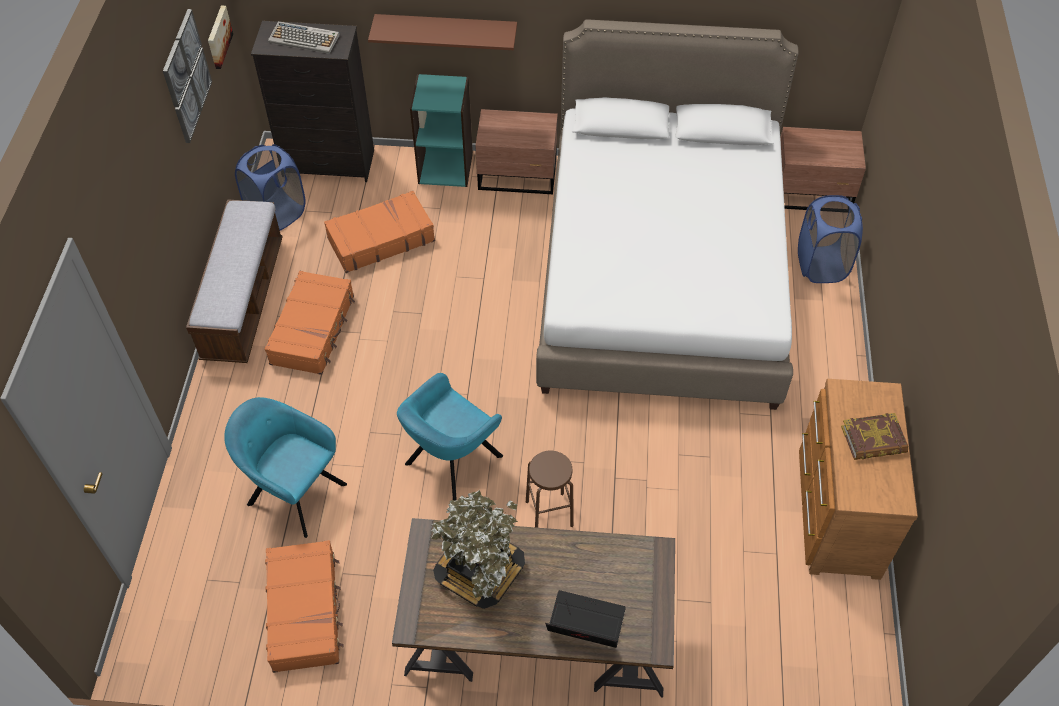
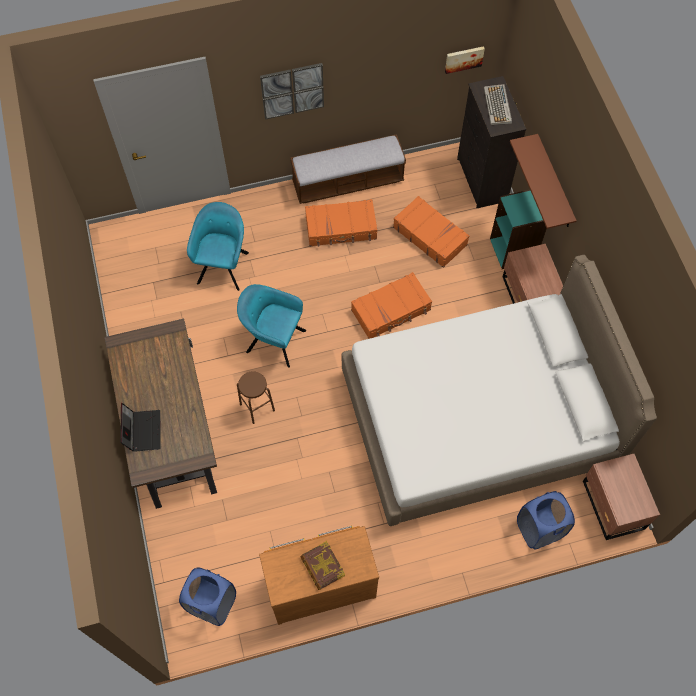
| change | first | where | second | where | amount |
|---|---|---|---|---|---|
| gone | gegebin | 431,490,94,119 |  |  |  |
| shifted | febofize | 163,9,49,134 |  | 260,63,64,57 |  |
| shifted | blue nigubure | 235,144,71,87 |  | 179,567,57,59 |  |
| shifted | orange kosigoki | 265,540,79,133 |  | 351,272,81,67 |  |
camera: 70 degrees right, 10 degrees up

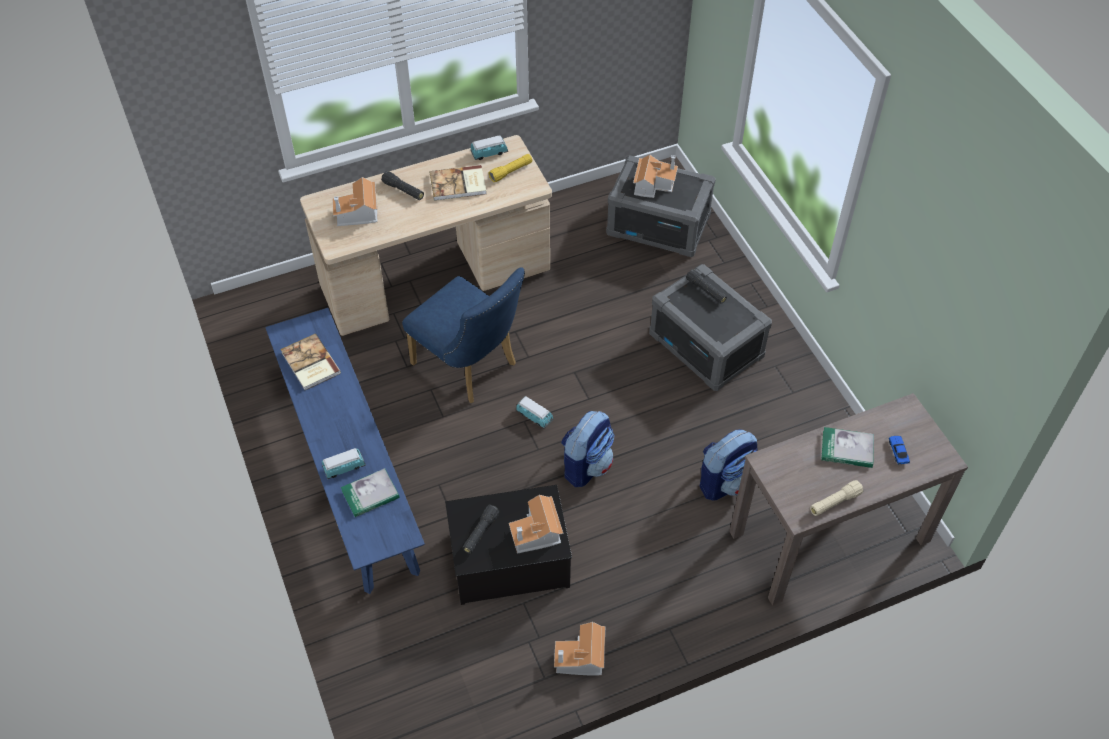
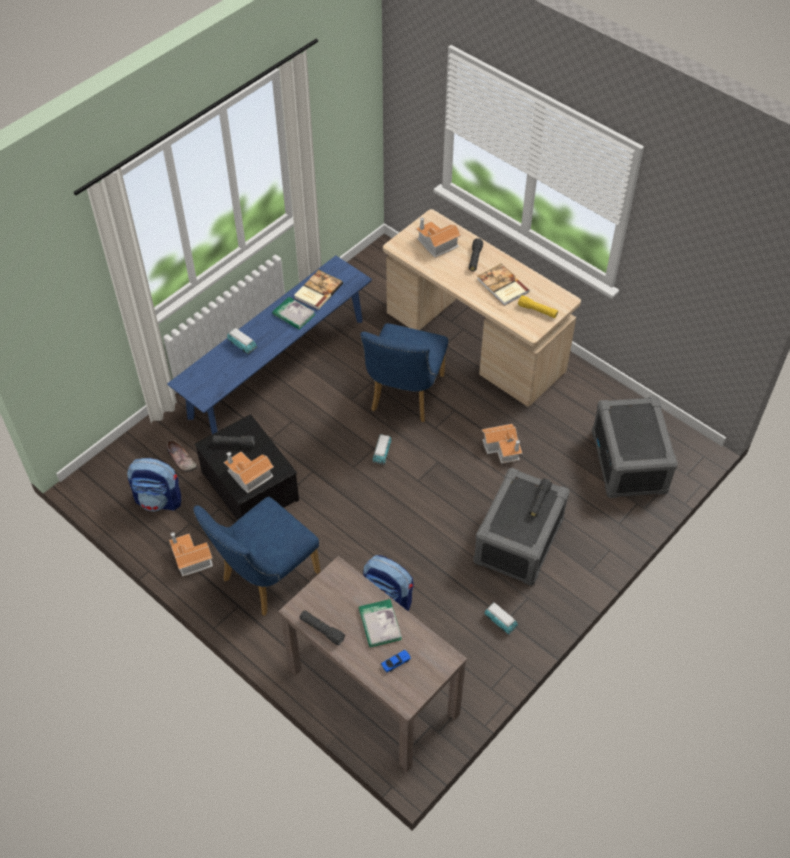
| change | first | where | second | where | amount |
|---|---|---|---|---|---|
| new |  |  | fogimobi | 167,440,31,32 |  |
| new |  |  | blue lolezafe | 193,497,127,119 |  |
| shifted | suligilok | 341,468,59,49 |  | 272,297,43,33 |  |
| shifted | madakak | 471,135,37,25 |  | 484,602,34,33 |  |
| shifted | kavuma | 561,411,53,76 |  | 127,458,54,53 |  |
| shifted | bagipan | 633,155,45,43 |  | 482,424,40,40 |  |
| repainted | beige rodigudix | 810,480,54,36 | black rodigudix | 300,611,45,34 |  |
camera: 65 degrees right, 0 degrees up

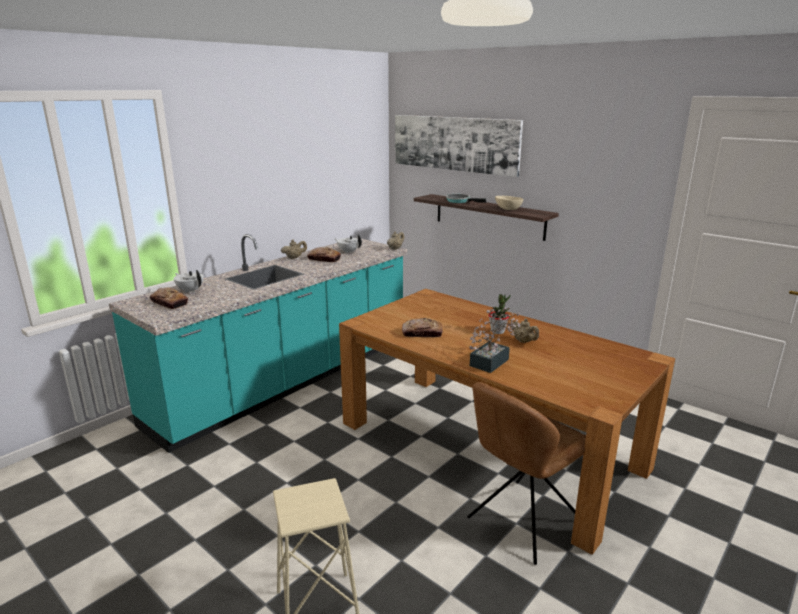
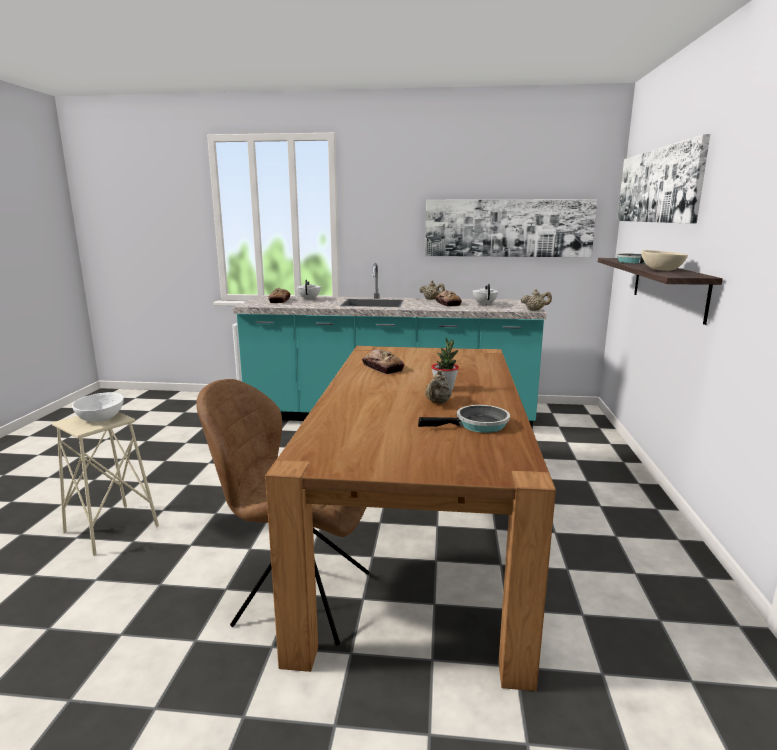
| change | first | where | second | where | amount |
|---|---|---|---|---|---|
| gone | gegebin | 470,307,50,66 |  |  |  |
| new |  |  | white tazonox | 72,392,52,30 |  |
| new |  |  | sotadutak | 418,405,92,28 |  |
| new |  |  | febofize | 425,199,172,58 |  |
camera: 55 degrees right, 5 degrees down

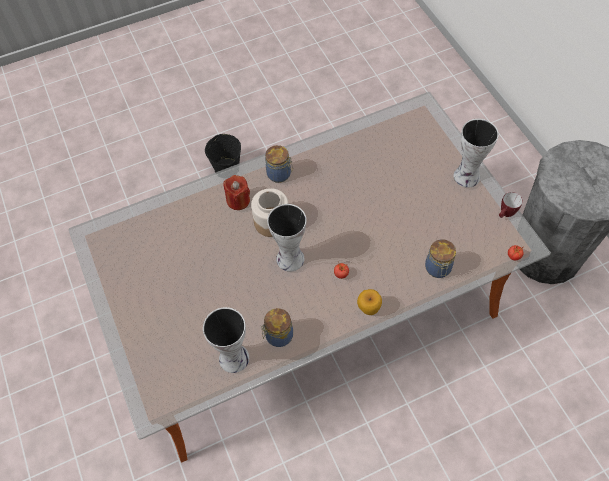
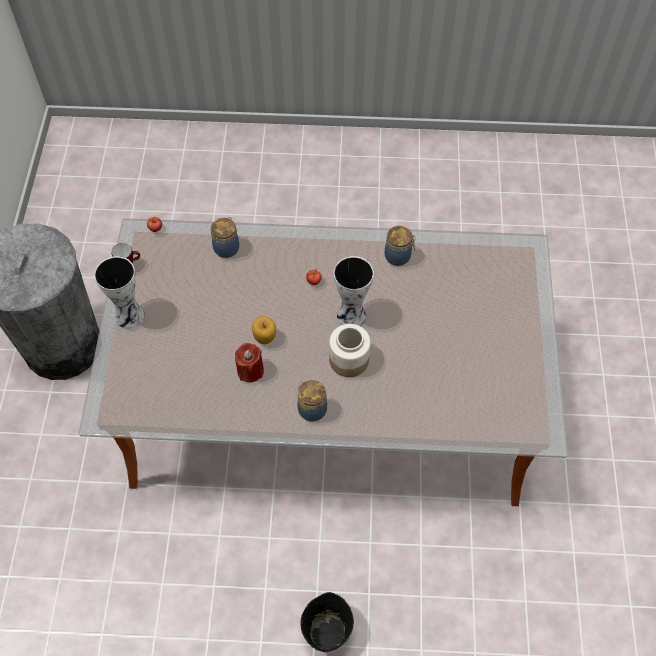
| change | first | where | second | where | amount |
|---|---|---|---|---|---|
| gone | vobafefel | 203,307,46,66 |  |  |  |
| shifted | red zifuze | 223,175,27,35 |  | 235,343,29,39 |  |
| shifted | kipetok | 357,289,25,26 |  | 252,316,24,28 |  |
camera: 155 degrees left, 0 degrees up

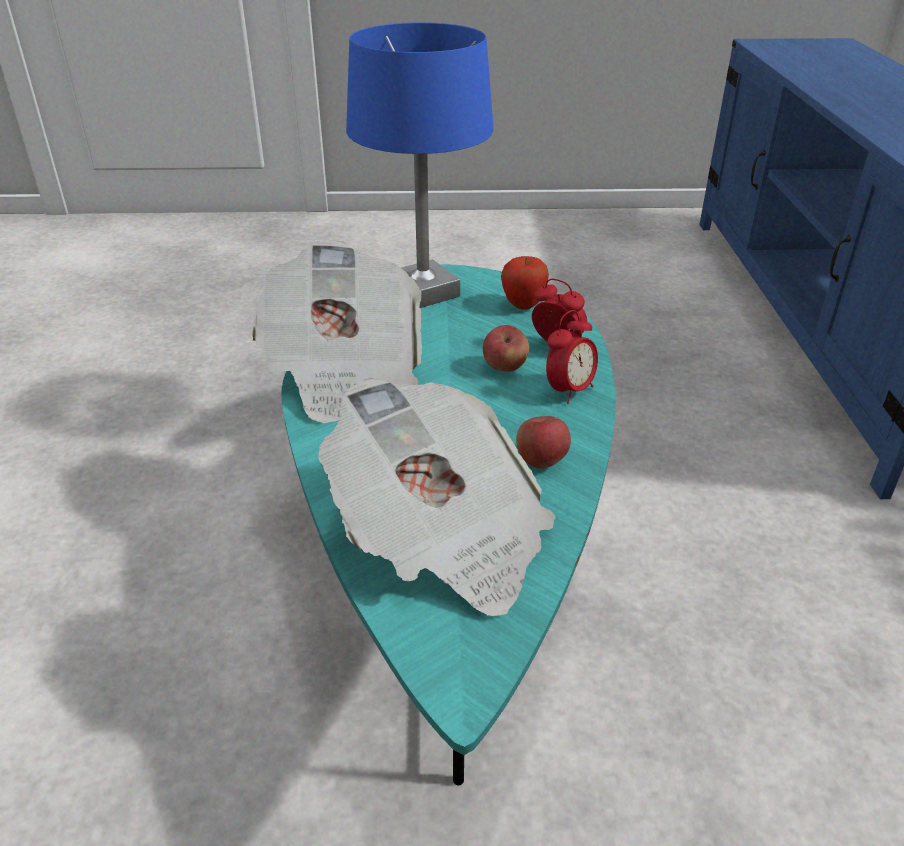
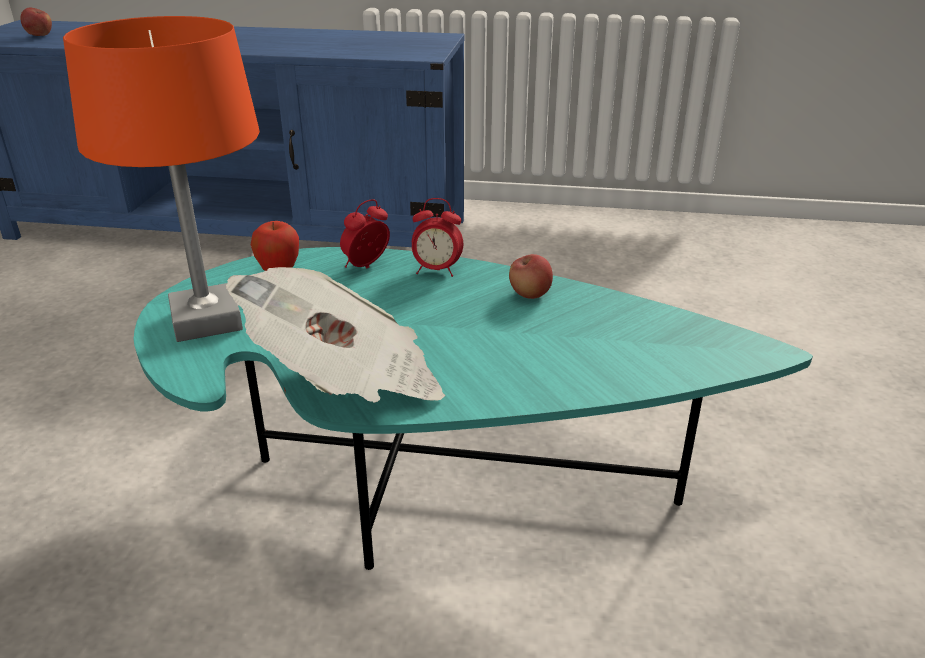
| change | first | where | second | where | amount |
|---|---|---|---|---|---|
| gone | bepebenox | 318,378,238,238 |  |  |  |
| shifted | kipetok | 483,325,46,47 |  | 21,8,31,28 |  |
| repainted | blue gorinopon | 346,22,148,286 | orange gorinopon | 63,16,197,326 |  |
| rotated | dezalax | 546,310,52,94 |  | 412,198,51,79 | 135 degrees clockwise |
camera: 80 degrees left, 5 degrees down

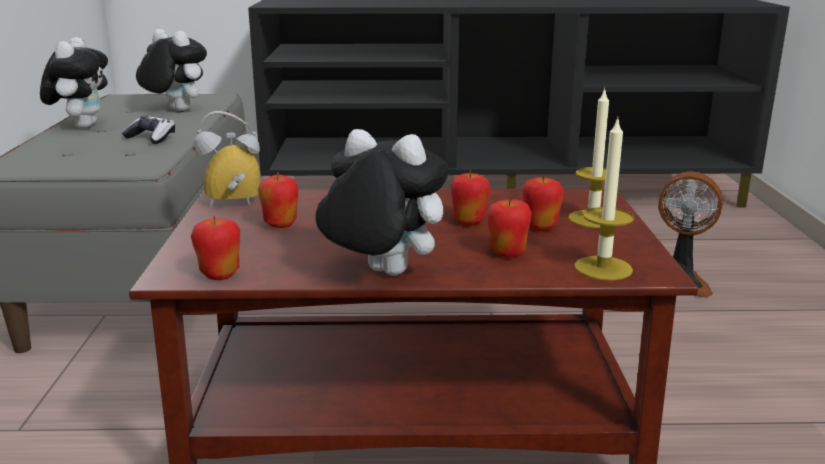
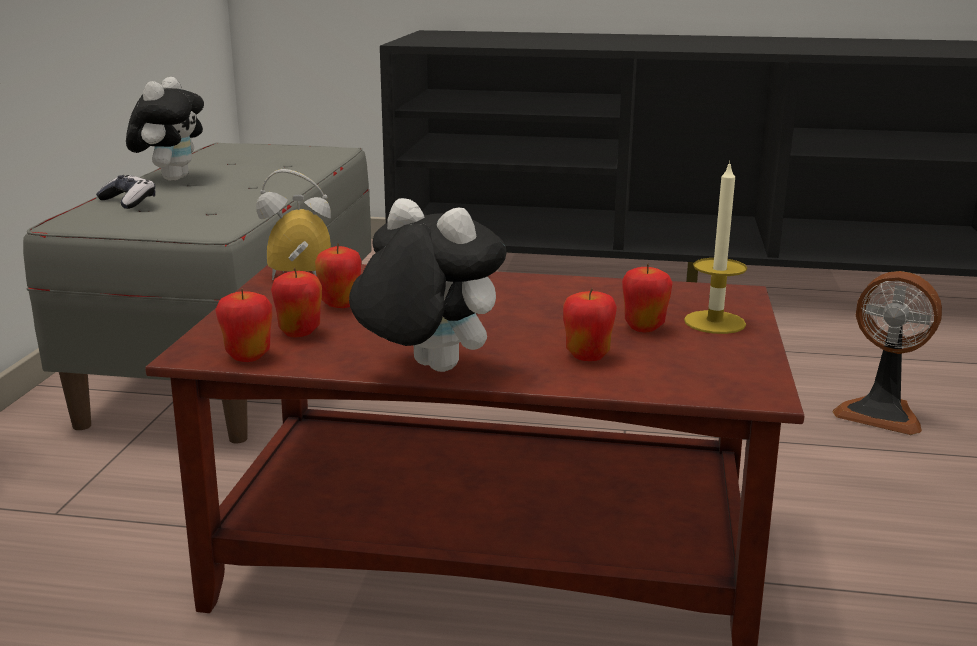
| change | first | where | second | where | amount |
|---|---|---|---|---|---|
| gone | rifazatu | 136,29,71,82 |  |  |  |
| gone | zifuze | 574,116,60,164 |  |  |  |
| shifted | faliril | 122,116,53,28 |  | 96,175,60,34 |  |
| shifted | kipetok | 450,170,40,56 |  | 271,268,51,69 |  |
camera: 10 degrees right, 0 degrees up

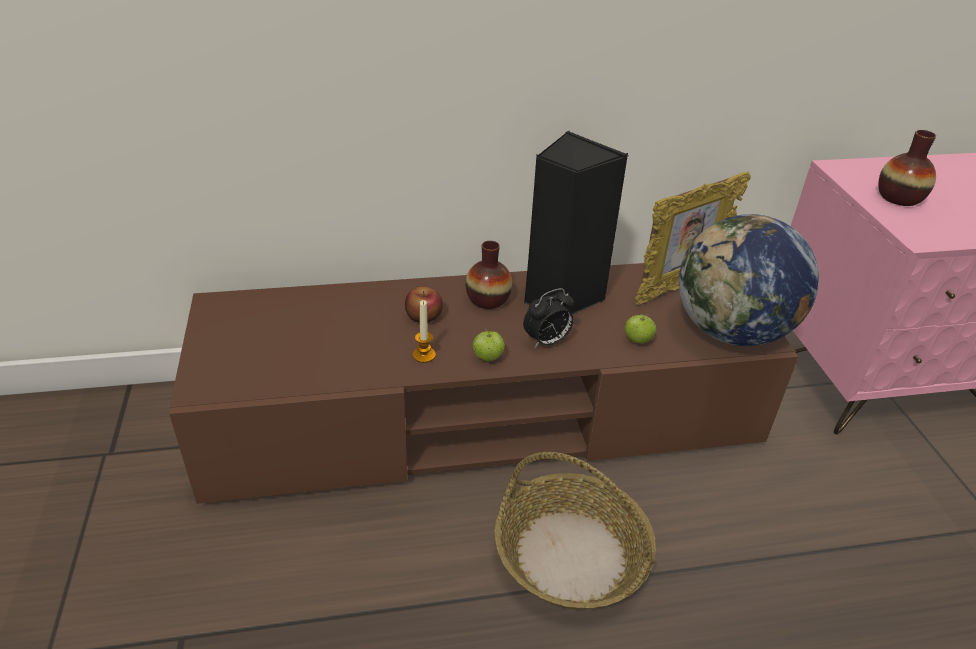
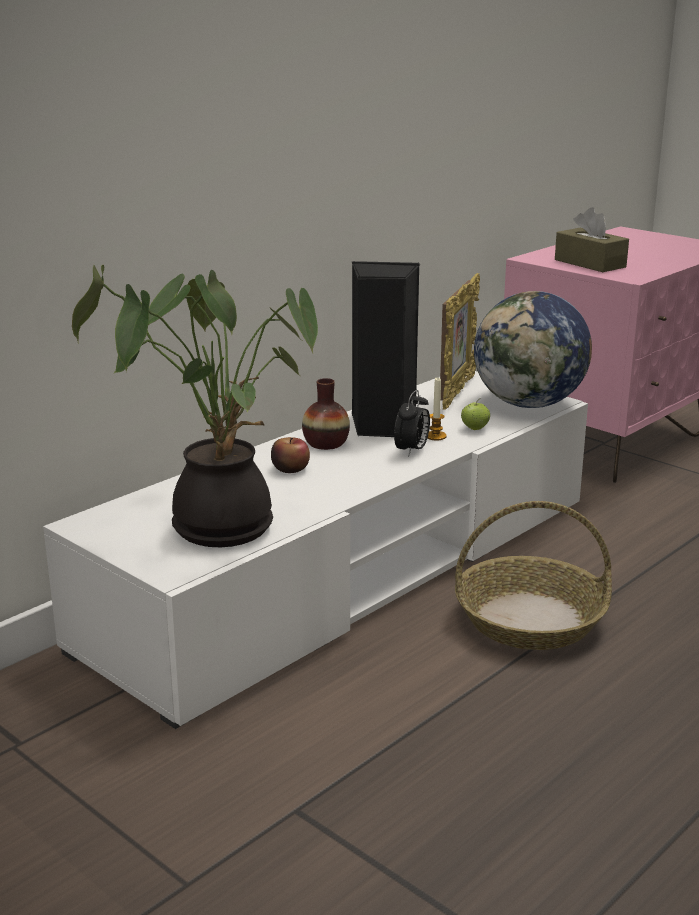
| change | first | where | second | where | amount |
|---|---|---|---|---|---|
| gone | kipetok | 473,328,32,34 |  |  |  |
| new |  |  | gegebin | 72,265,246,282 |  |
| shifted | zifuze | 413,300,23,63 |  | 427,378,20,63 |  |
| swapped | vobafefel | 878,130,58,76 | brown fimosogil | 555,207,74,65 |  |
| repainted | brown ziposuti | 169,263,629,241 | white ziposuti | 43,371,545,358 |  |
camera: 35 degrees left, 15 degrees down

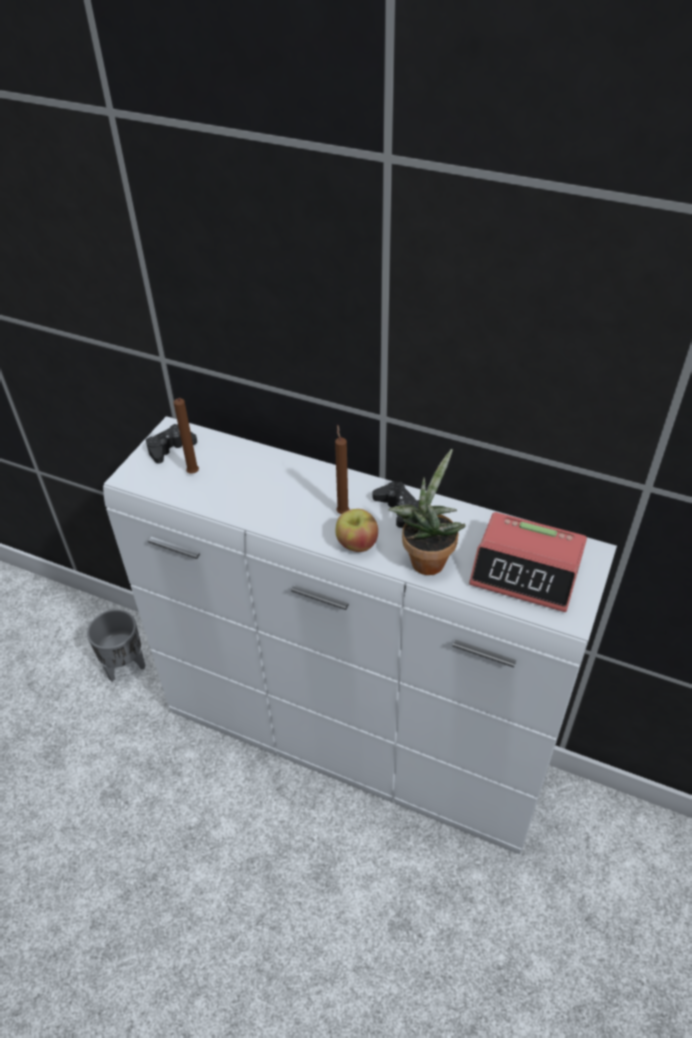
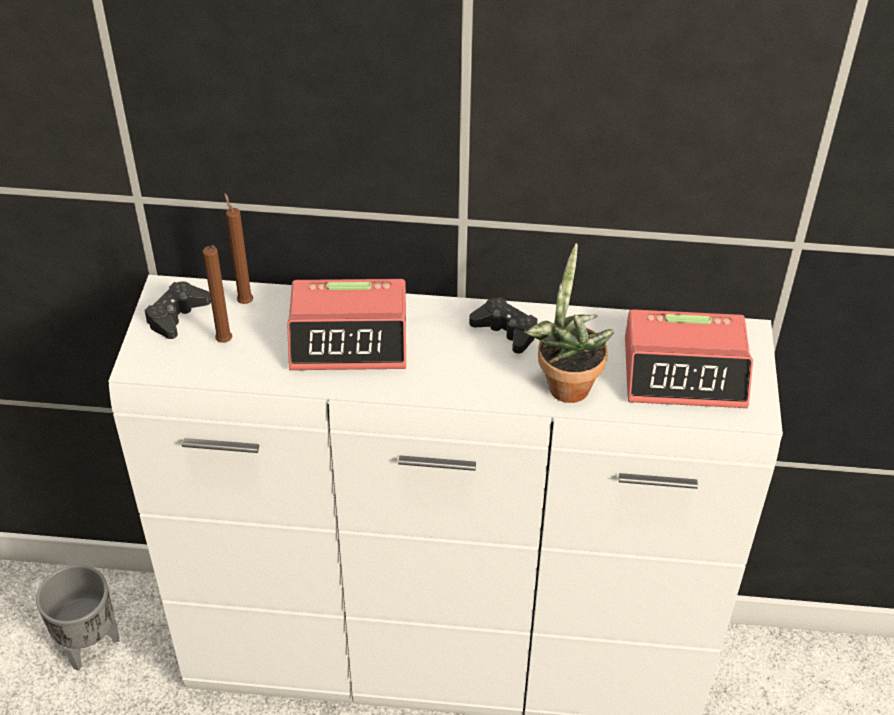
| change | first | where | second | where | amount |
|---|---|---|---|---|---|
| gone | kipetok | 336,509,42,43 |  |  |  |
| new |  |  | dezalax | 287,279,119,91 |  |
| shifted | brown zifuze | 335,425,15,89 |  | 225,193,28,111 |  |
camera: 20 degrees left, 0 degrees up

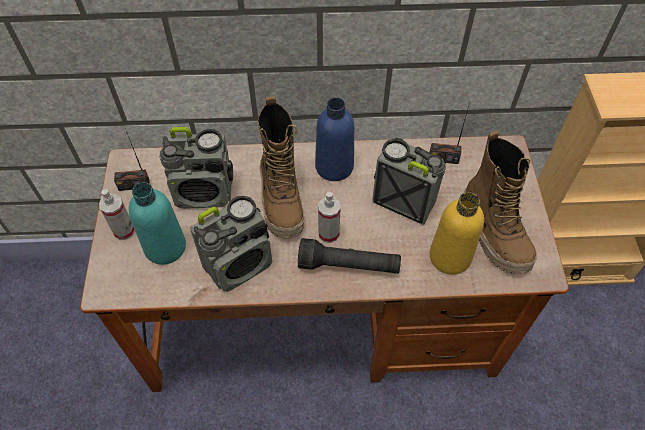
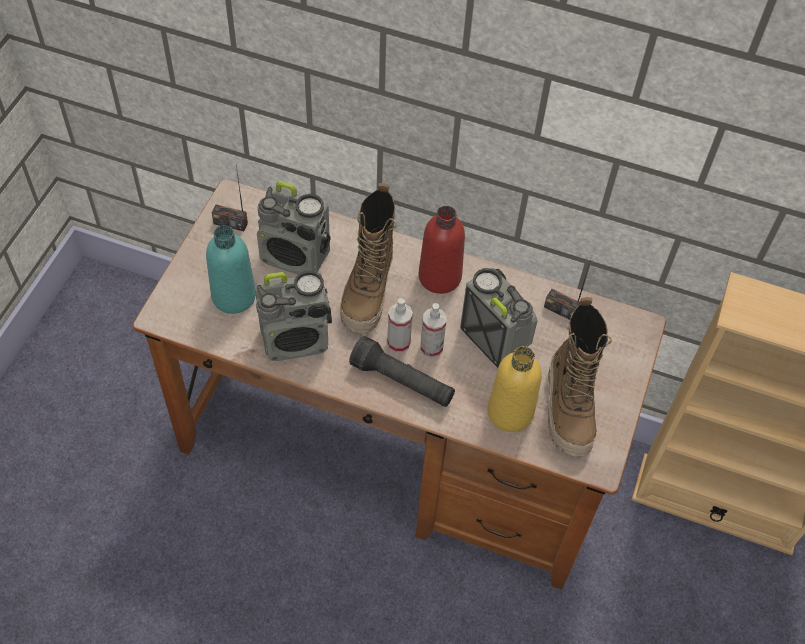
| change | first | where | second | where | amount |
|---|---|---|---|---|---|
| shifted | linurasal | 99,189,36,51 |  | 421,303,25,55 |  |
| repainted | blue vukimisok | 315,98,39,83 | red vukimisok | 419,206,46,88 |  |
camera: 20 degrees right, 0 degrees up

